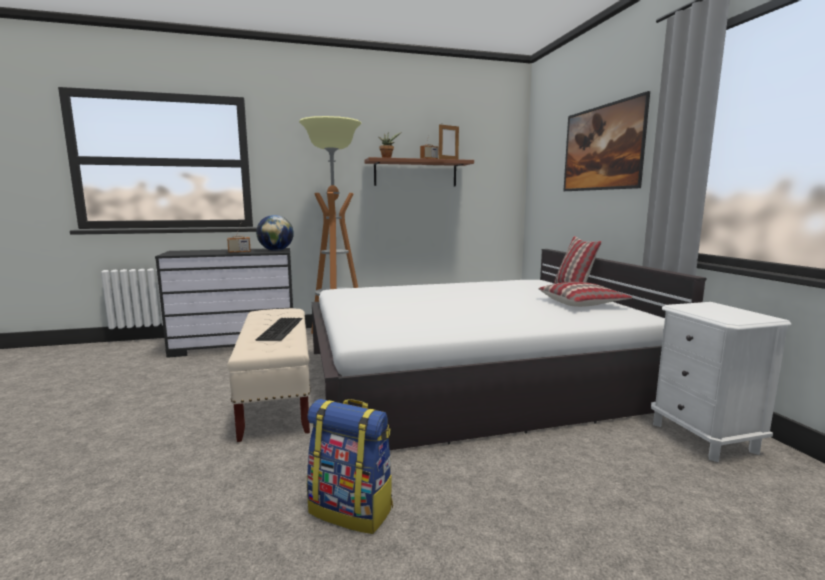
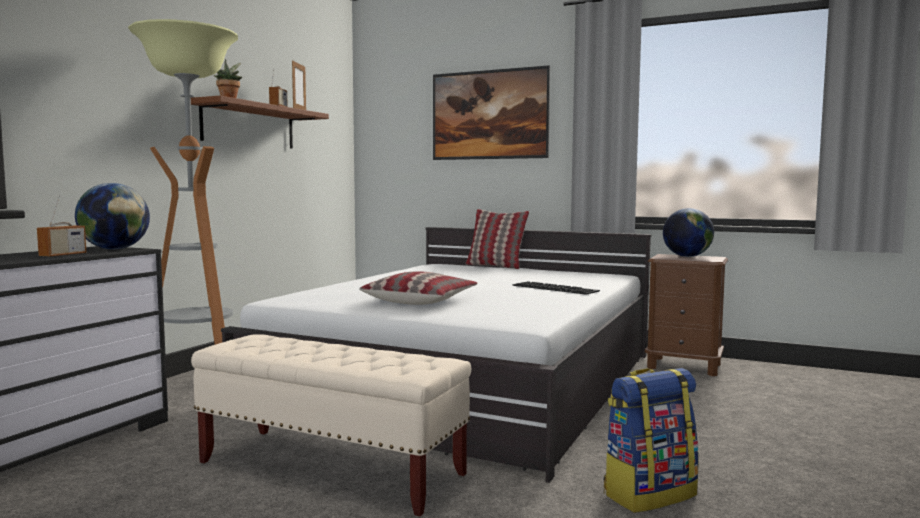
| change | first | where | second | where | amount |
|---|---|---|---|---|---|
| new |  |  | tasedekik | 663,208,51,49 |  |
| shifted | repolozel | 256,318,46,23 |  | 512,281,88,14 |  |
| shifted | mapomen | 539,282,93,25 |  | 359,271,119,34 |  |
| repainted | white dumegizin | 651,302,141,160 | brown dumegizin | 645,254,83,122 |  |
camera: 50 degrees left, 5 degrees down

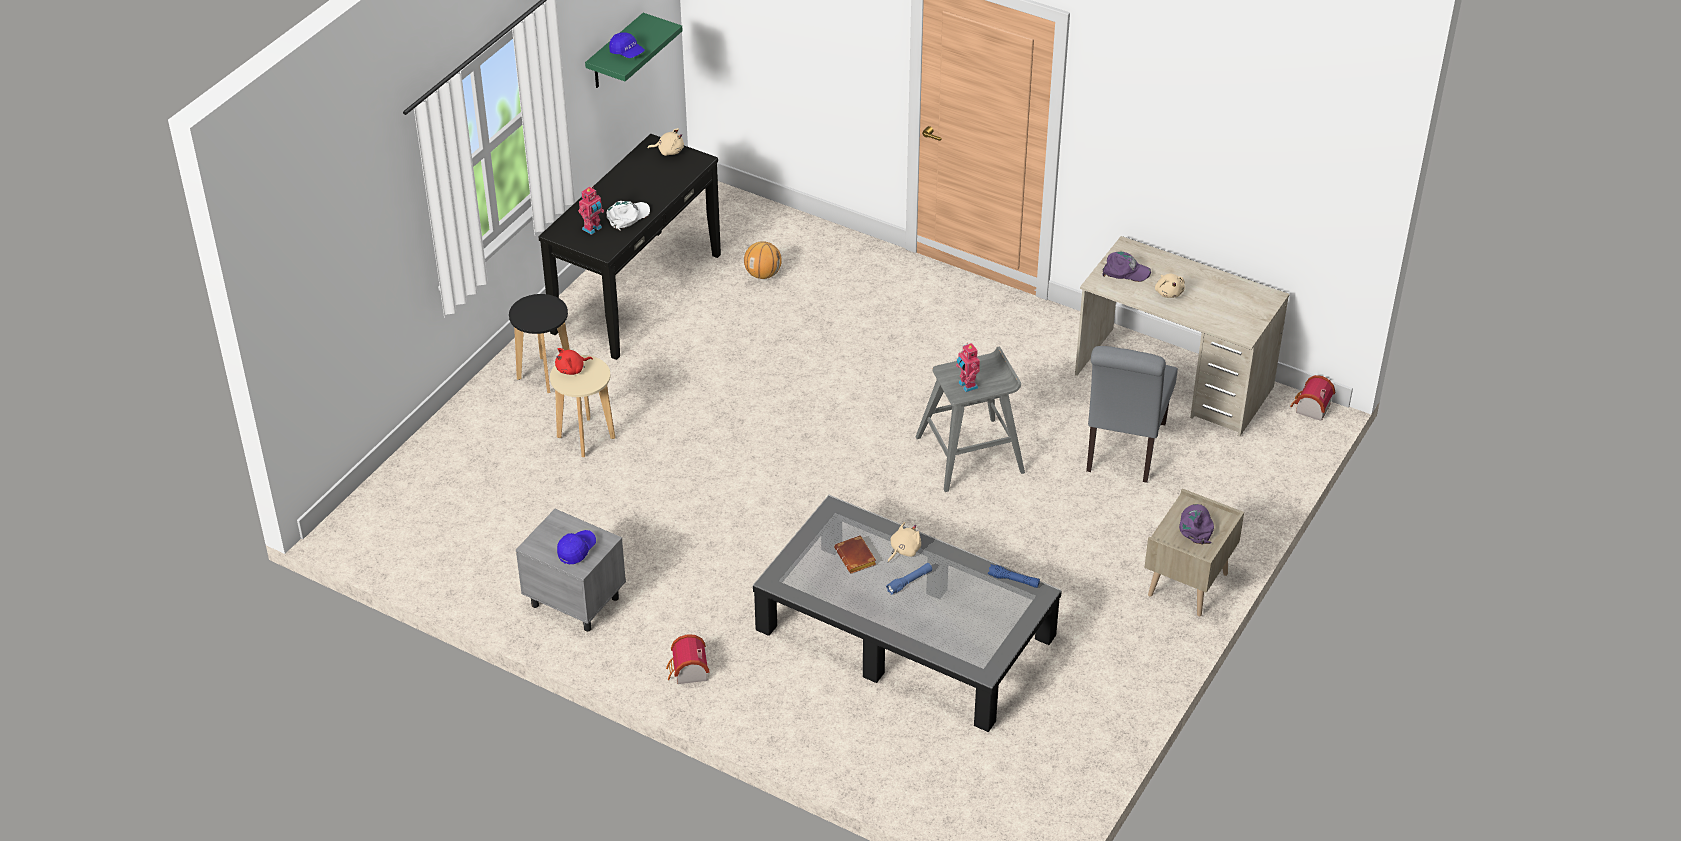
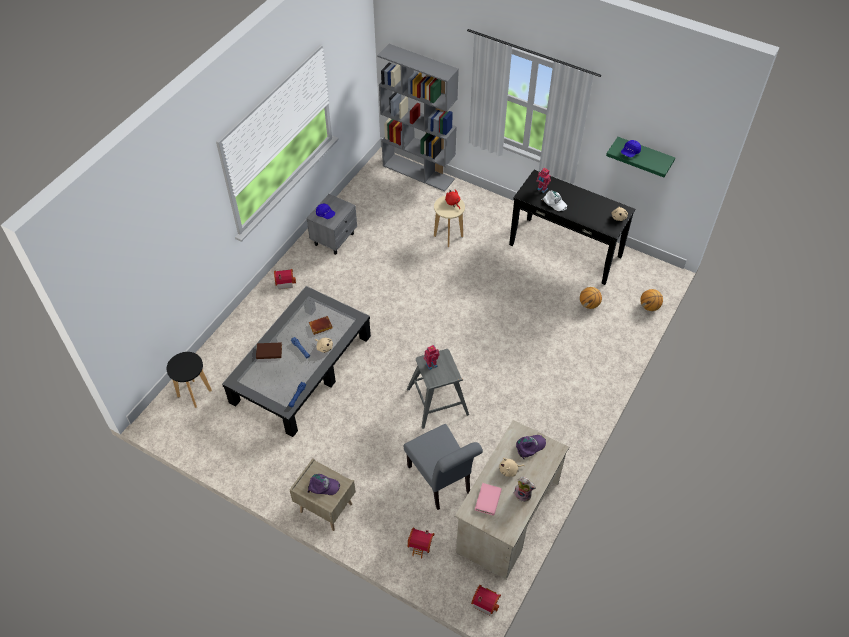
| change | first | where | second | where | amount |
|---|---|---|---|---|---|
| new |  |  | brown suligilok | 256,342,26,17 |  |
| new |  |  | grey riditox | 377,44,82,148 |  |
| new |  |  | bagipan | 407,528,27,31 |  |
| new |  |  | pink suligilok | 475,483,27,33 |  |
| new |  |  | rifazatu | 514,477,22,25 |  |
| new |  |  | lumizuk | 640,289,23,22 |  |
| shifted | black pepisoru | 509,294,61,99 |  | 166,352,46,56 |  |
| rotated | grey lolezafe | 1086,346,92,137 |  | 404,424,79,86 | 135 degrees counterclockwise |
| rotated | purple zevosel | 1102,252,49,30 |  | 516,435,30,25 | 135 degrees counterclockwise |
camera: 90 degrees right, 10 degrees up

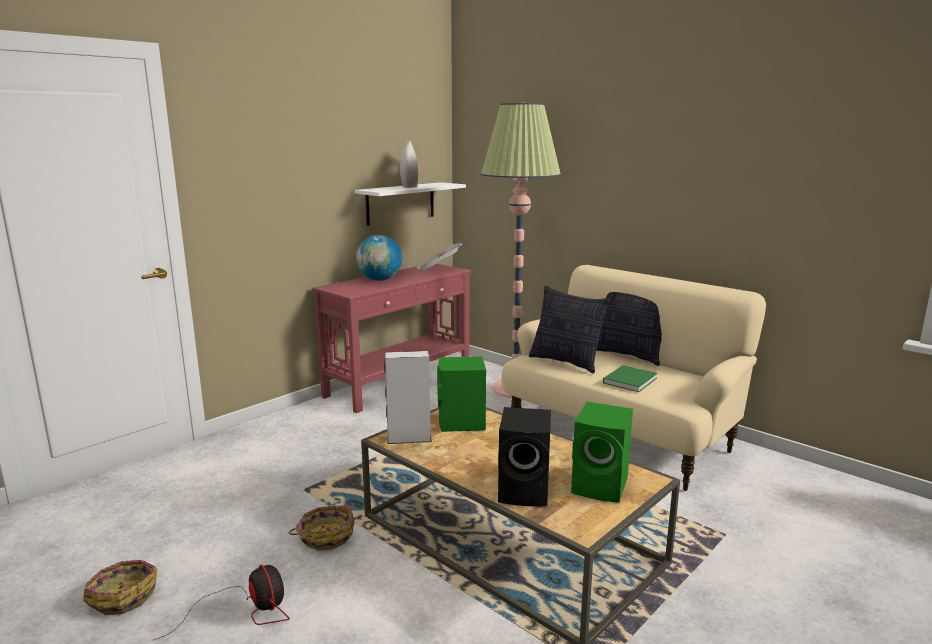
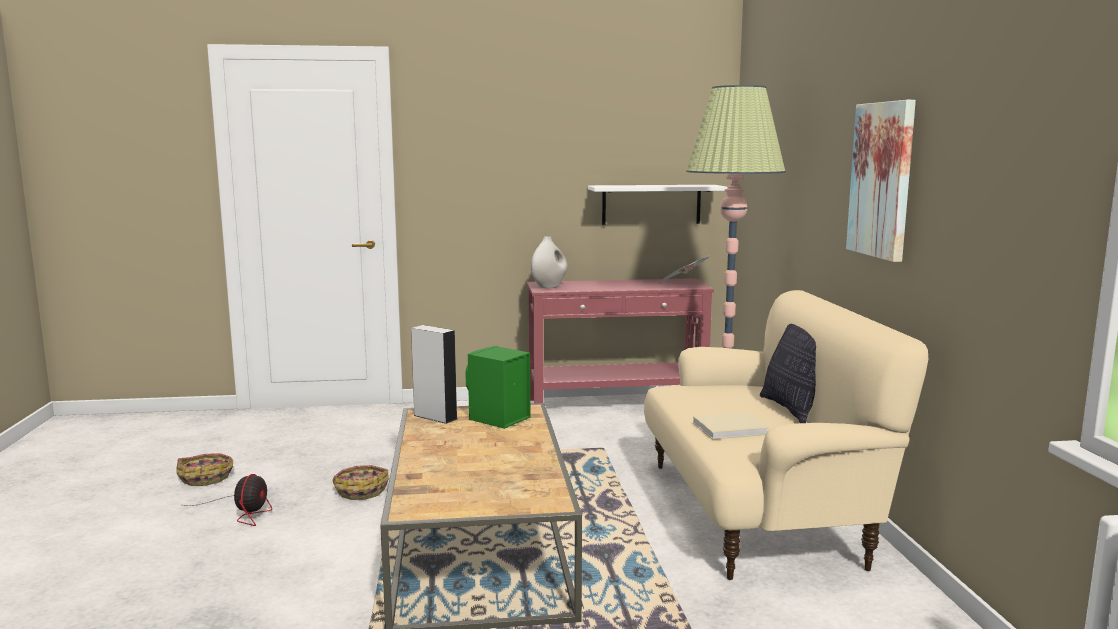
| change | first | where | second | where | amount |
|---|---|---|---|---|---|
| gone | tasedekik | 356,235,46,46 |  |  |  |
| gone | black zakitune | 498,407,53,99 |  |  |  |
| gone | mapomen | 529,286,81,88 |  |  |  |
| gone | green zakitune | 571,402,62,101 |  |  |  |
| new |  |  | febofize | 846,100,70,162 |  |
| shifted | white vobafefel | 400,141,19,47 |  | 531,236,36,52 |  |
| repainted | green suligilok | 603,365,55,27 | beige suligilok | 693,412,76,28 |  |
camera: 40 degrees right, 5 degrees down

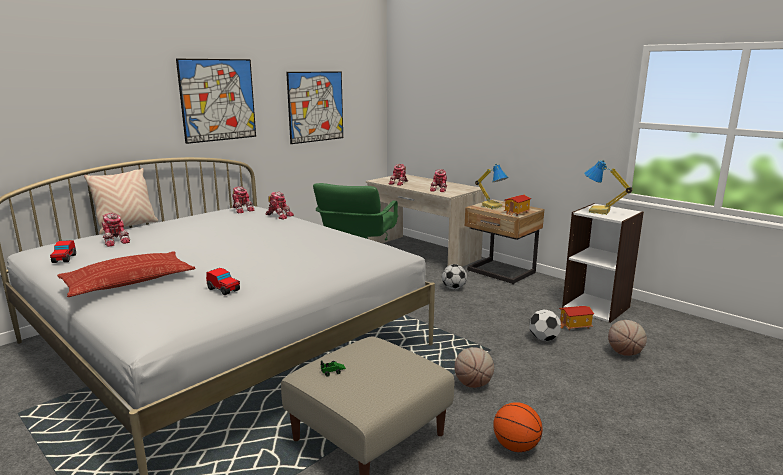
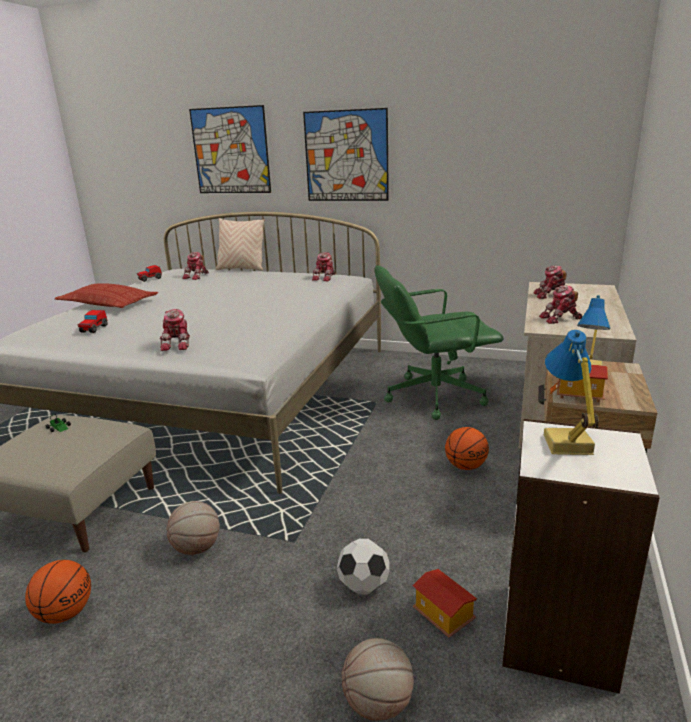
| change | first | where | second | where | amount |
|---|---|---|---|---|---|
| shifted | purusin | 266,192,28,27 |  | 160,309,30,42 |  |
| shifted | febofize | 286,71,57,73 |  | 189,105,82,88 |  |
| swapped | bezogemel | 442,264,25,25 | lumizuk | 445,427,44,43 |  |
camera: 65 degrees right, 5 degrees up

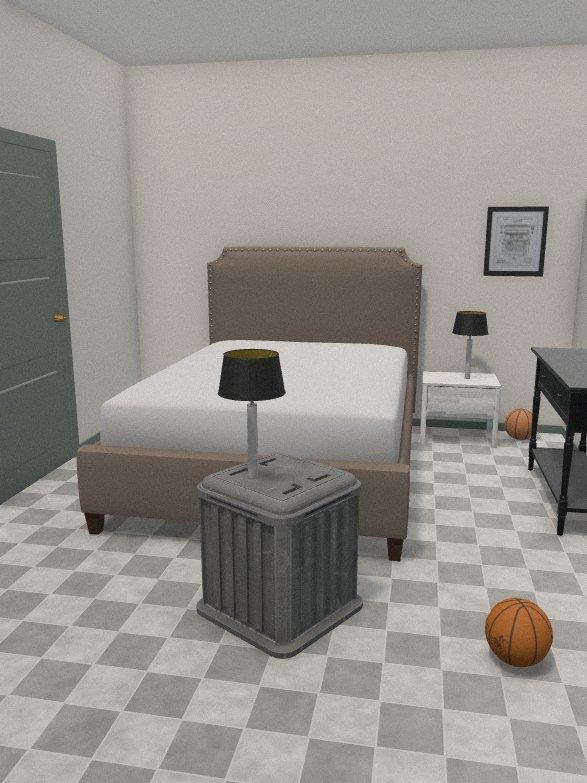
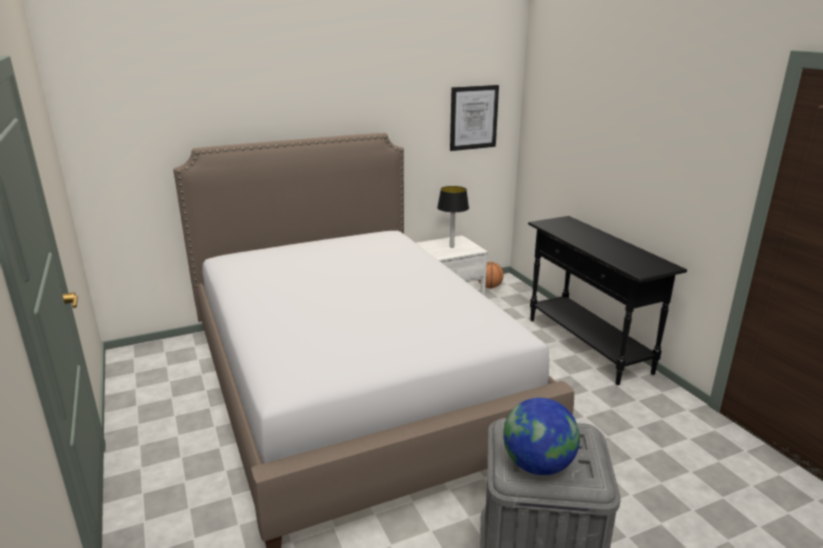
| change | first | where | second | where | amount |
|---|---|---|---|---|---|
| gone | lumizuk | 485,598,68,69 |  |  |  |
| swapped | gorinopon | 218,349,68,130 | tasedekik | 503,398,77,77 |  |
camera: 35 degrees left, 10 degrees up

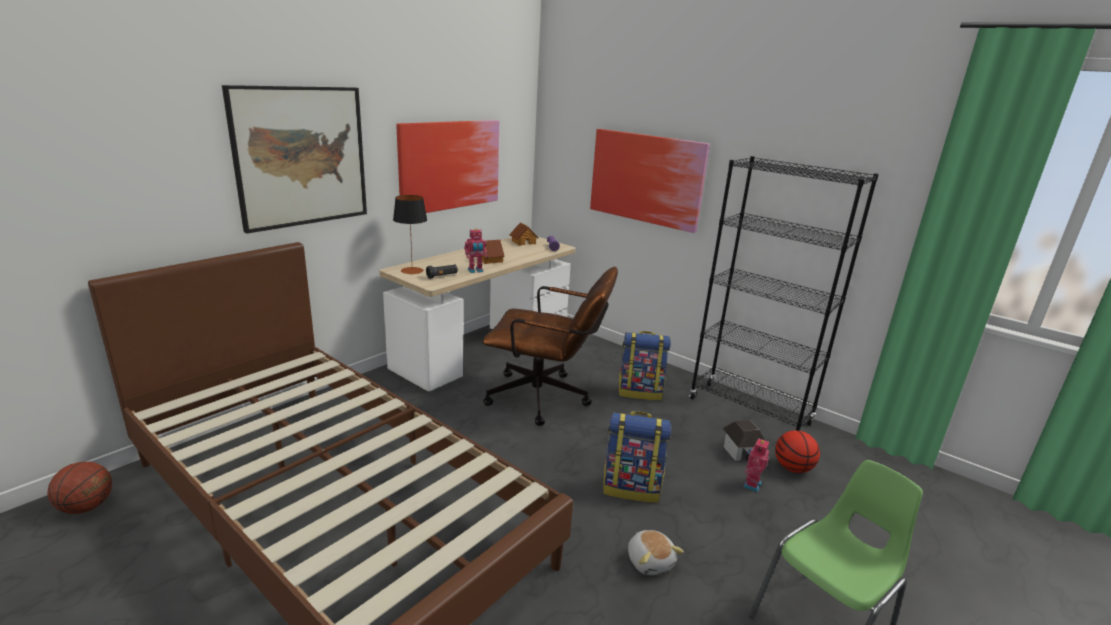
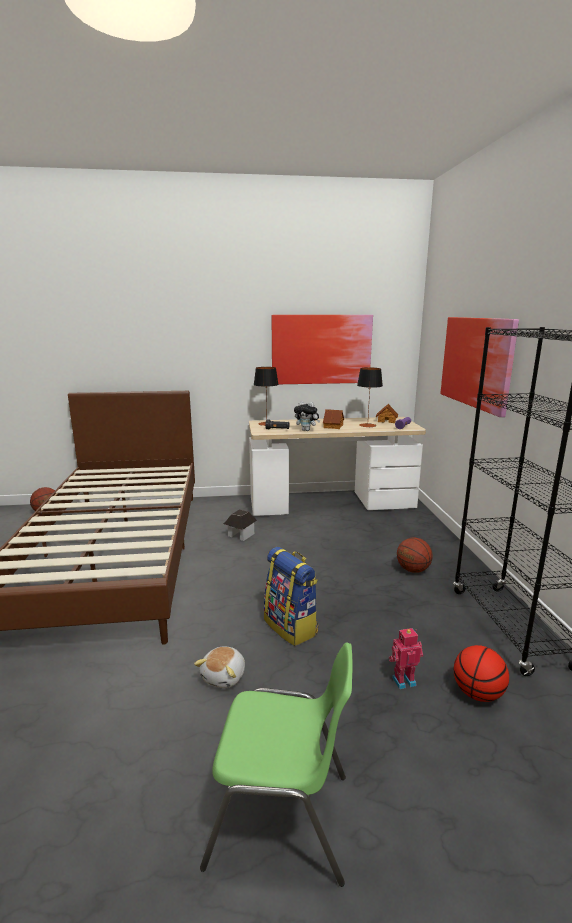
| change | first | where | second | where | amount |
|---|---|---|---|---|---|
| gone | febofize | 222,85,145,148 |  |  |  |
| gone | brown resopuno | 483,267,135,159 |  |  |  |
| new |  |  | gorinopon | 357,367,26,61 |  |
| shifted | bagipan | 723,420,42,41 |  | 224,510,33,31 |  |
| swapped | purusin | 464,229,23,44 | rifazatu | 294,401,26,30 |  |
| swapped | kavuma | 618,331,53,69 | lumizuk | 397,537,36,36 |  |
camera: 45 degrees right, 5 degrees down

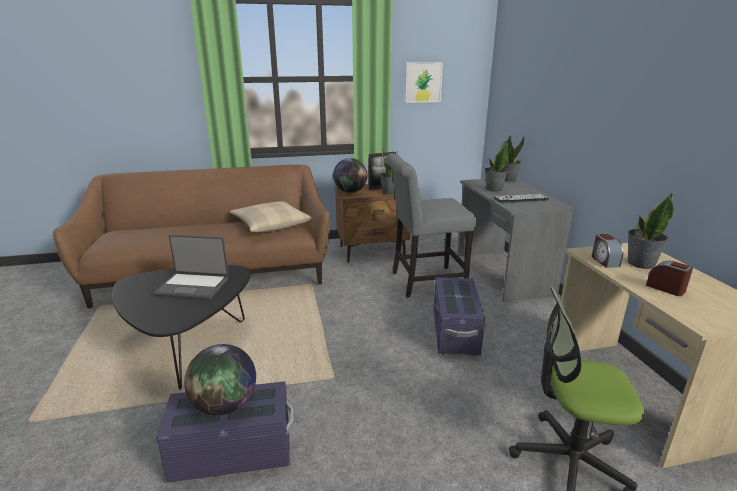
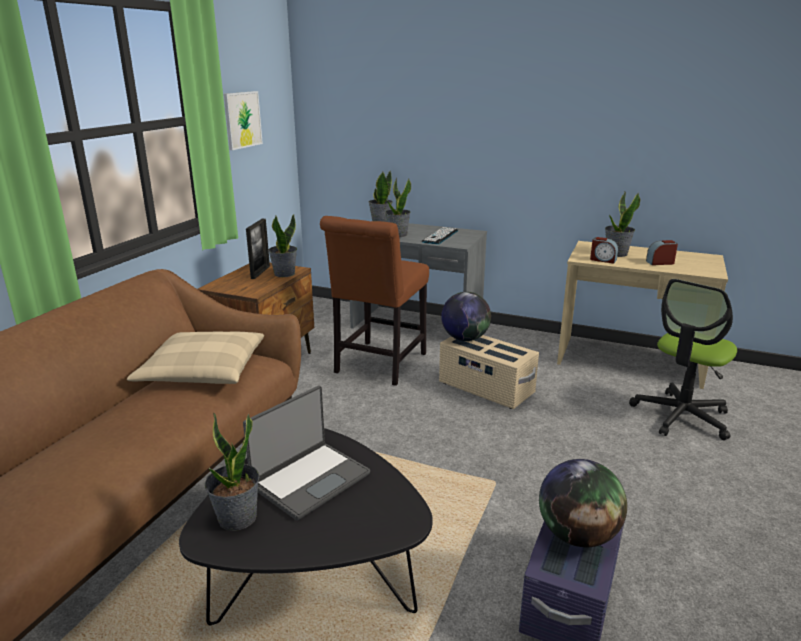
| change | first | where | second | where | amount |
|---|---|---|---|---|---|
| new |  |  | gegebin | 205,413,55,118 |  |
| shifted | tasedekik | 333,158,35,35 |  | 441,292,50,49 |  |
| repainted | grey lolezafe | 386,153,90,145 | brown lolezafe | 320,216,109,170 |  |
| repainted | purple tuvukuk | 434,277,51,79 | beige tuvukuk | 439,335,100,74 |  |
camera: 55 degrees left, 0 degrees up

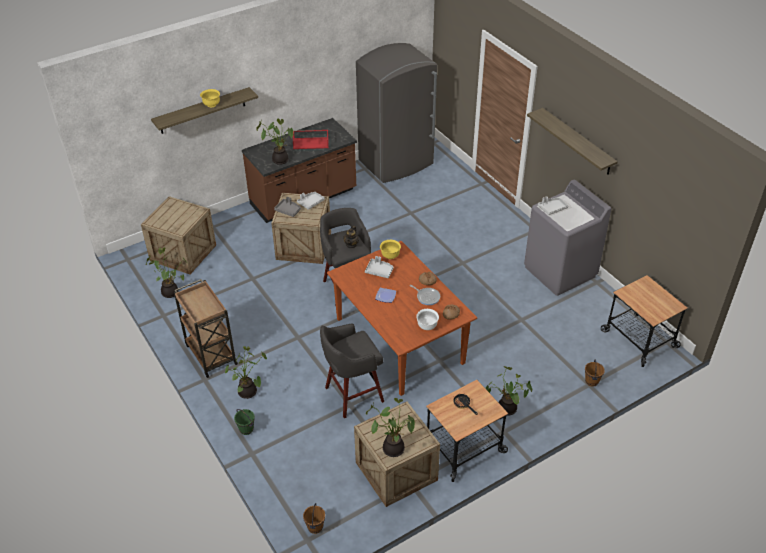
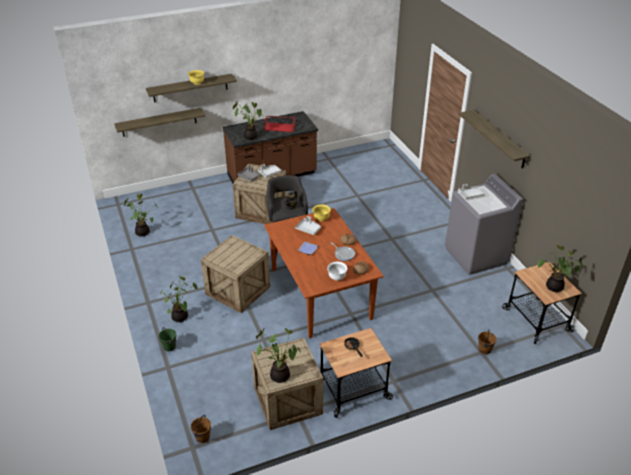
| change | first | where | second | where | amount |
|---|---|---|---|---|---|
| gone | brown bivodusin | 174,279,64,99 |  |  |  |
| gone | grey pepisoru | 320,324,64,94 |  |  |  |
| gone | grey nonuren | 356,43,81,140 |  |  |  |
| new |  |  | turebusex | 114,108,91,29 |  |
| shifted | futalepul | 141,196,75,78 |  | 201,235,69,78 |  |
| shifted | gegebin | 485,366,47,50 |  | 537,245,46,47 |  |
camera: 10 degrees right, 5 degrees down

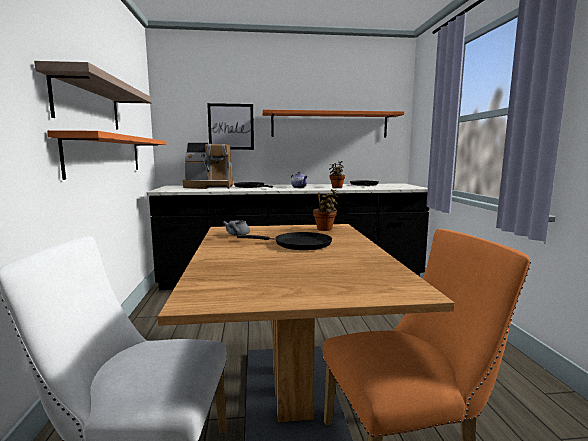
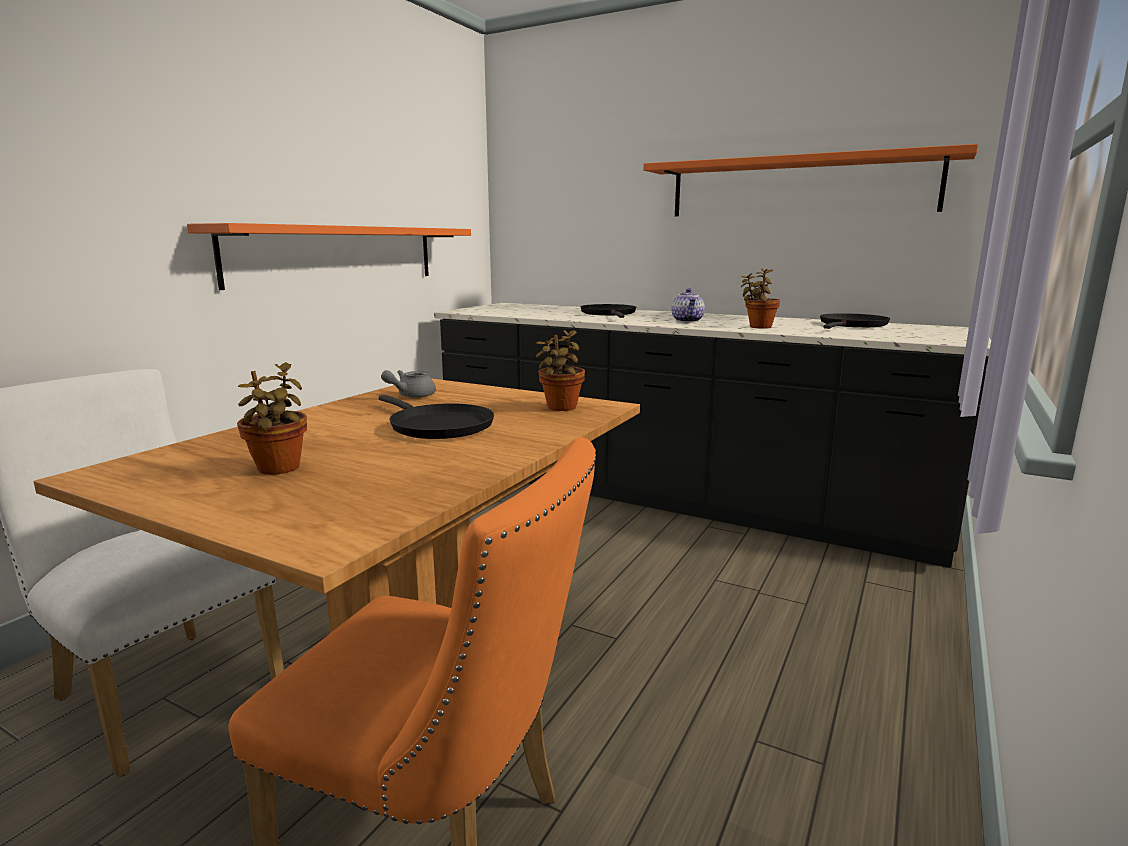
| change | first | where | second | where | amount |
|---|---|---|---|---|---|
| gone | turebusex | 34,61,118,69 |  |  |  |
| gone | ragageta | 182,143,51,46 |  |  |  |
| gone | febofize | 207,103,47,47 |  |  |  |
| new |  |  | gegebin | 237,362,70,113 |  |
camera: 35 degrees right, 5 degrees up

